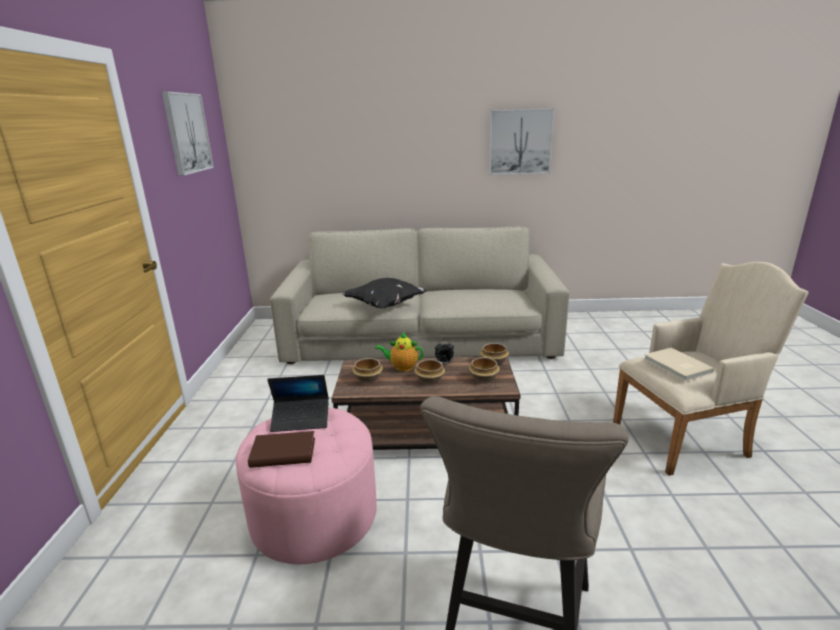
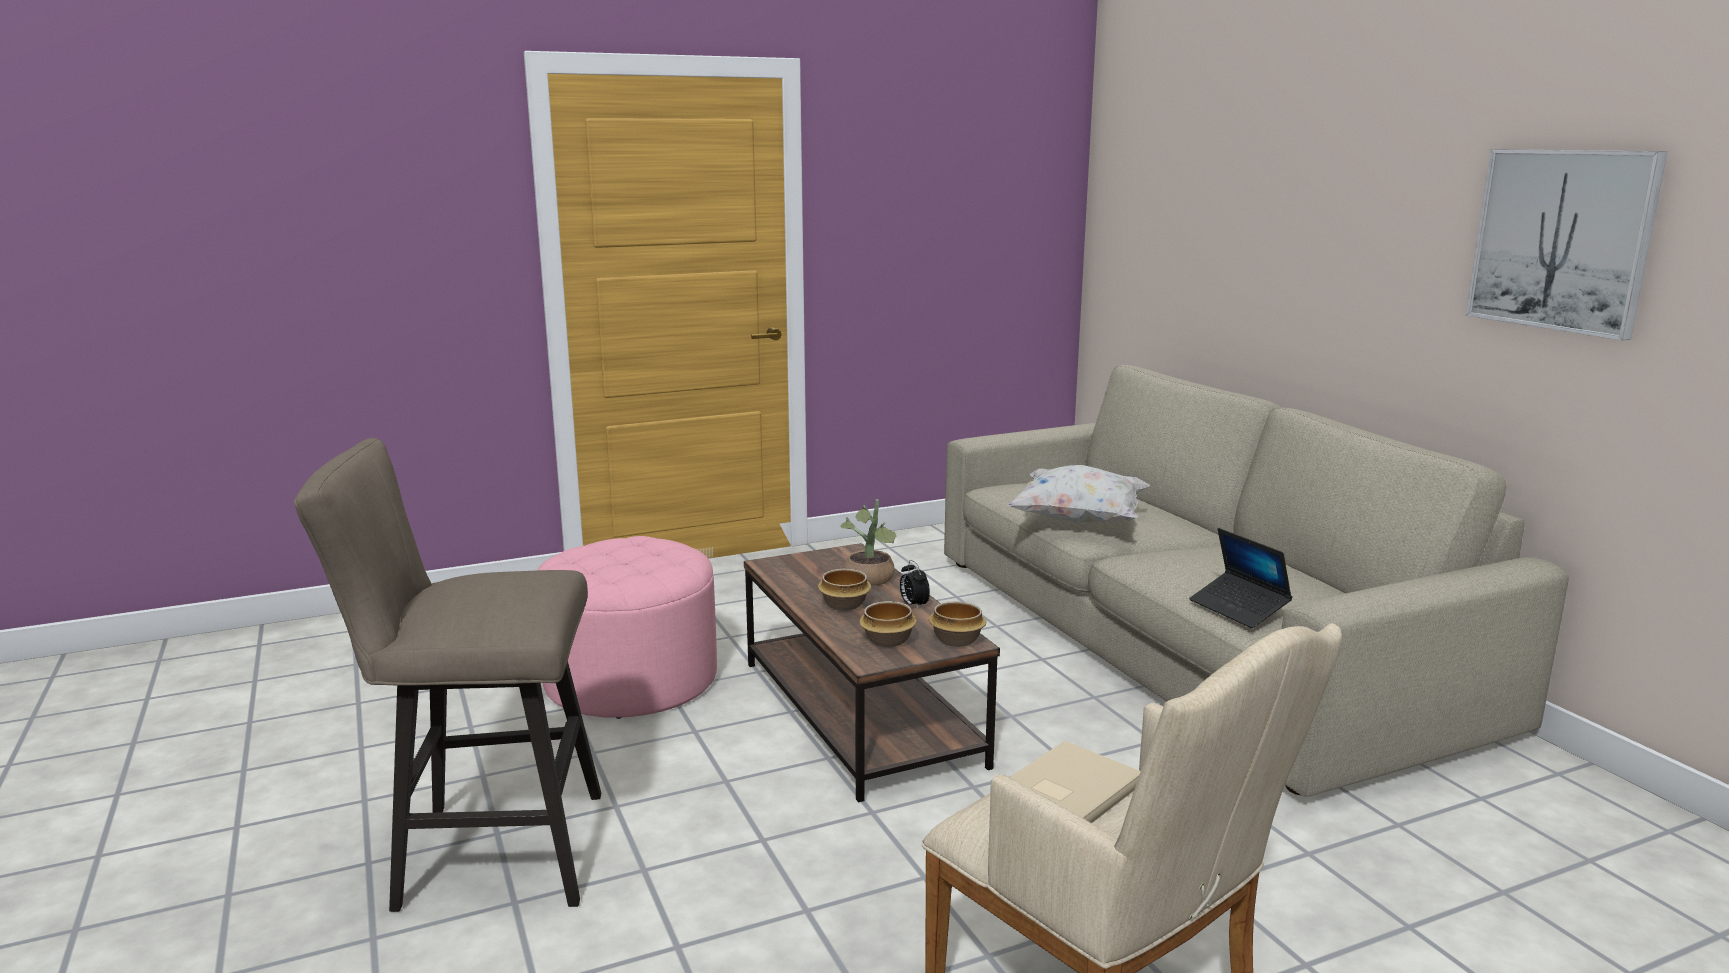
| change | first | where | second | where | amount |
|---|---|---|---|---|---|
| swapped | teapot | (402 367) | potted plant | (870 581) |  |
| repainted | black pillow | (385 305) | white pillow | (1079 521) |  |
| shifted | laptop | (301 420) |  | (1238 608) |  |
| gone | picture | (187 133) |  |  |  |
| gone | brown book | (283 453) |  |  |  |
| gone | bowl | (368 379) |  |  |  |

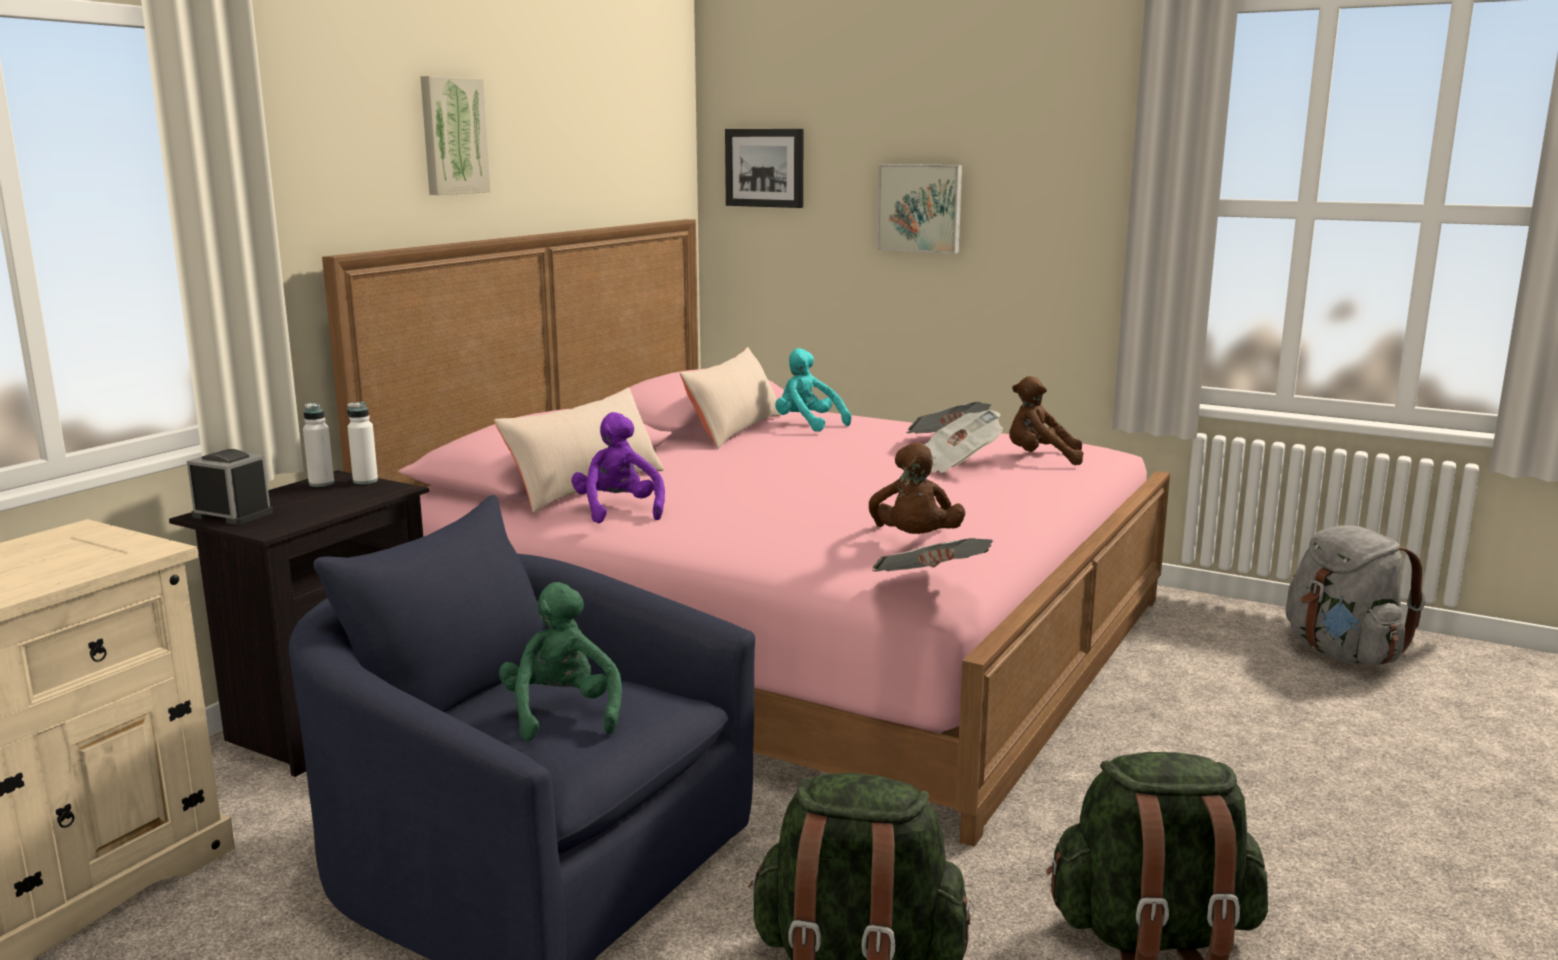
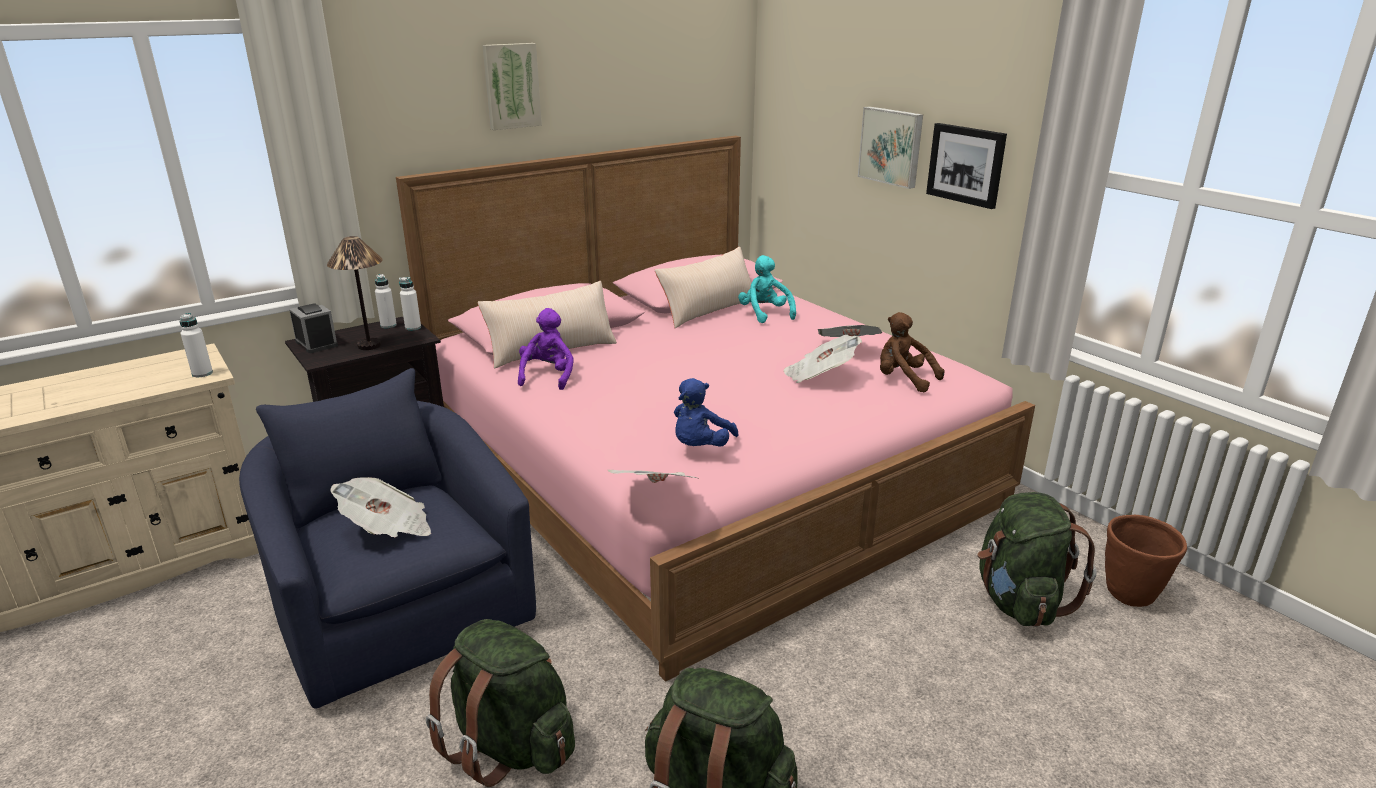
| change | first | where | second | where | amount |
|---|---|---|---|---|---|
| new |  |  | white bottle | (202 373) |  |
| new |  |  | table lamp | (370 346) |  |
| swapped | green plush toy | (562 713) | newspaper | (388 529) |  |
| repainted | brown plush toy | (914 541) | blue plush toy | (700 447) |  |
| shifted | picture | (765 168) |  | (966 164) |  |
| new |  |  | green backpack | (1019 601) |  |
| swapped | grey backpack | (1342 653) | brown planter | (1130 596) |  |

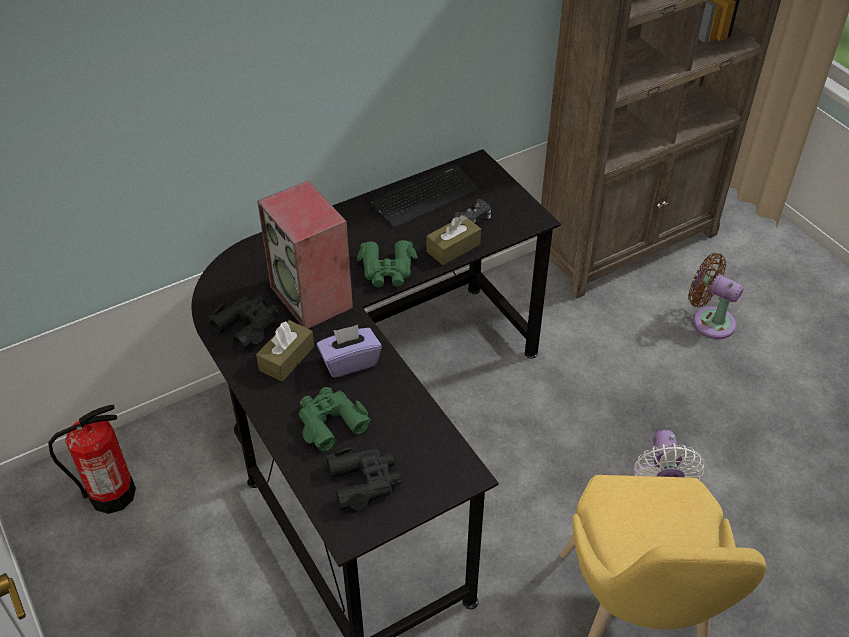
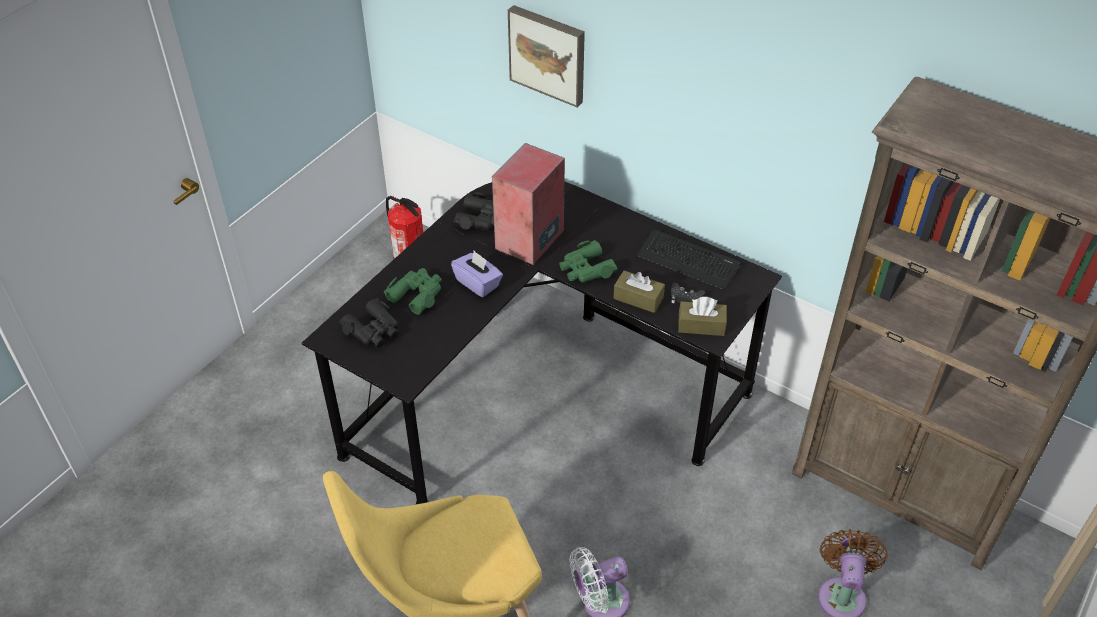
| change | first | where | second | where | amount |
|---|---|---|---|---|---|
| new |  |  | picture | (548 54) |  |
| shifted | brown tissue box | (286 358) |  | (701 325) |  |

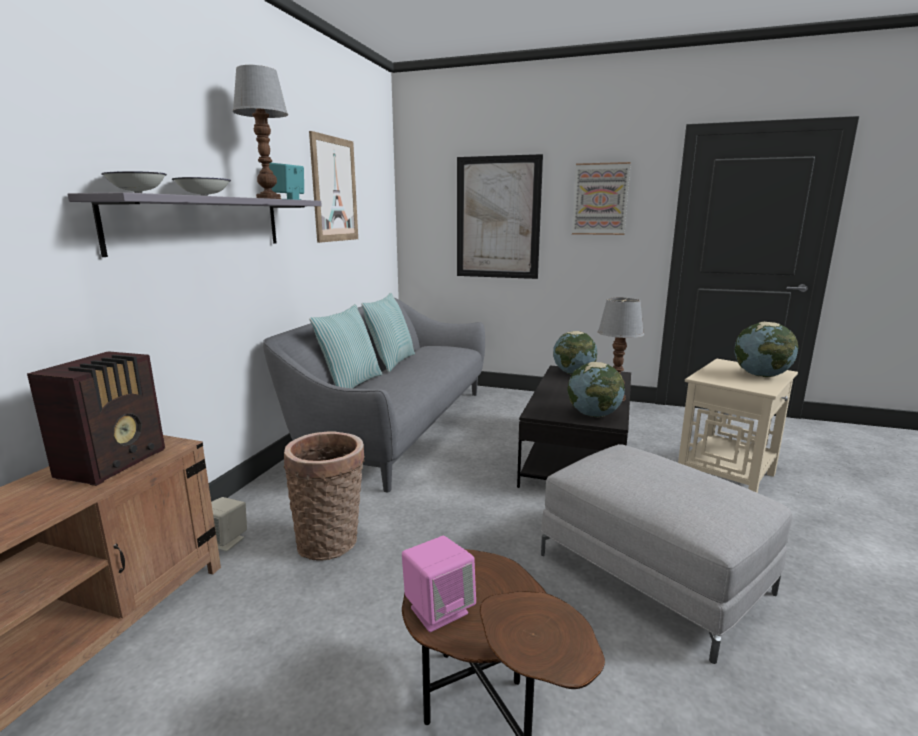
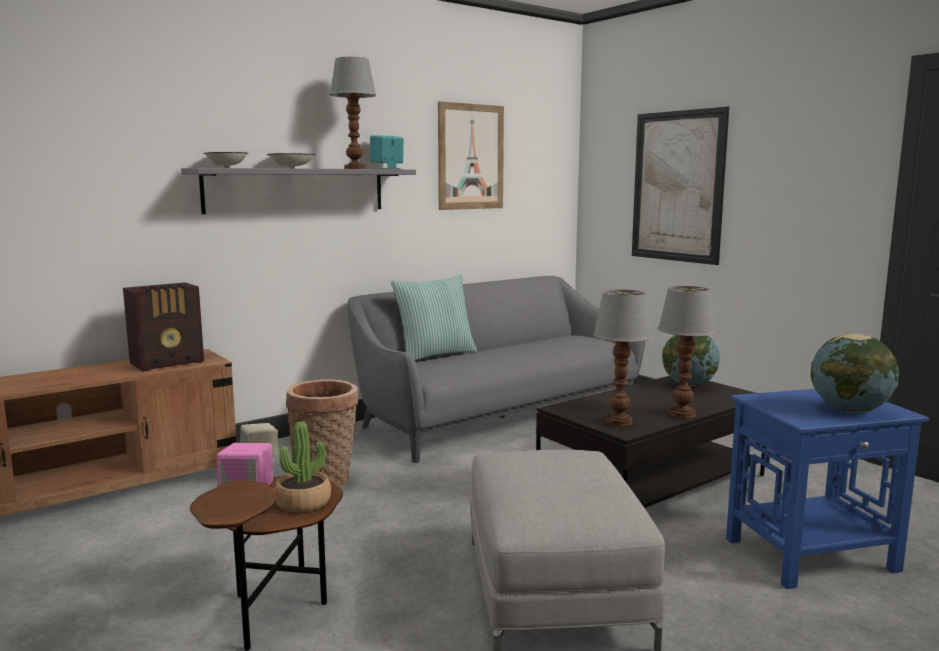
| change | first | where | second | where | amount |
|---|---|---|---|---|---|
| new |  |  | potted plant | (303 502) |  |
| swapped | globe | (594 415) | table lamp | (619 421) |  |
| repainted | beige side table | (726 478) | blue side table | (812 554) |  |
| gone | pillow | (391 362) |  |  |  |
| gone | picture | (600 199) |  |  |  |

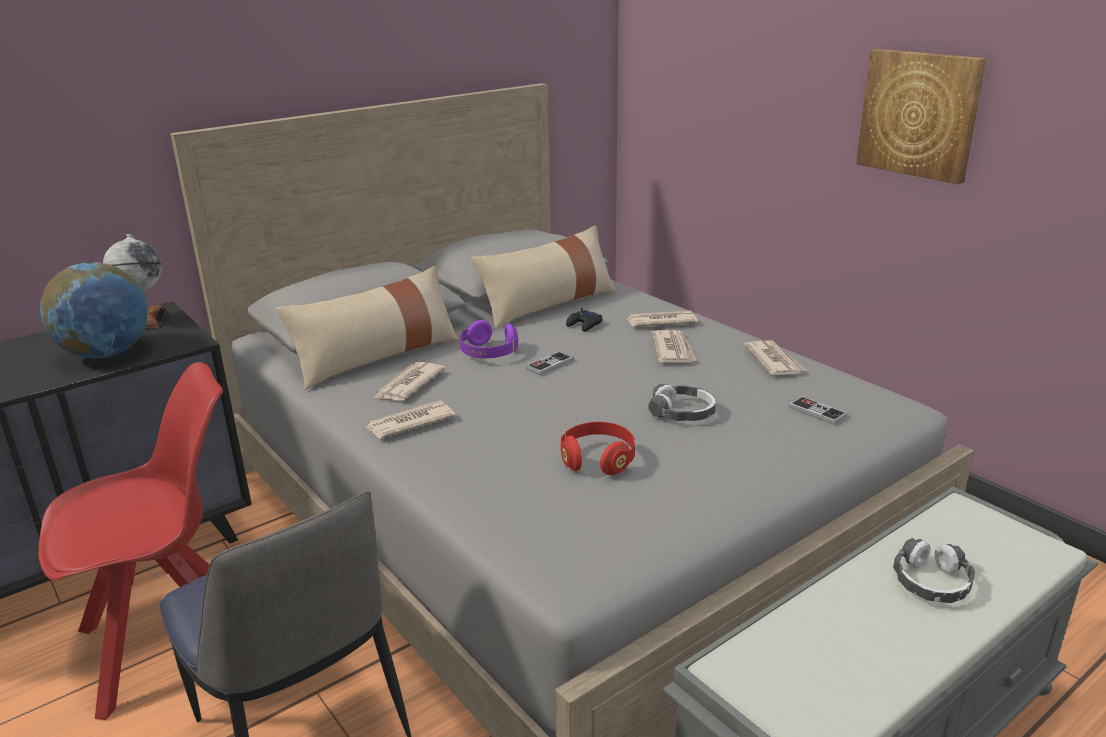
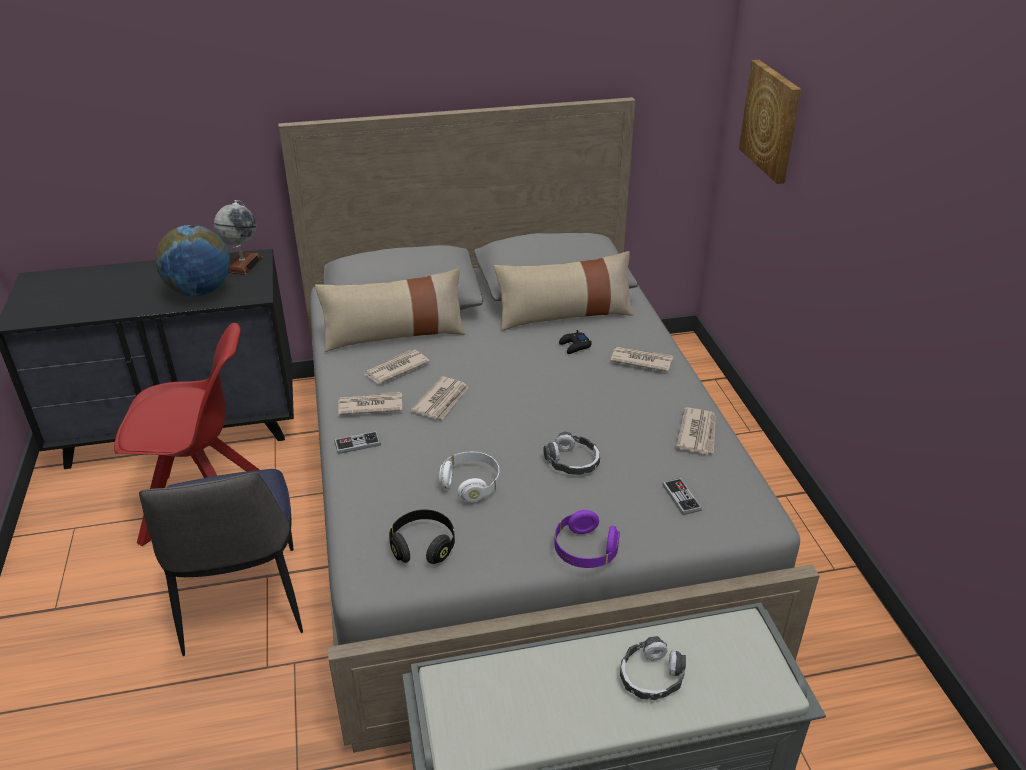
| change | first | where | second | where | amount |
|---|---|---|---|---|---|
| shifted | game controller | (550 365) |  | (357 444) |  |
| new |  |  | black headphones | (423 546) |  |
| shifted | newspaper | (673 350) |  | (442 401) |  |
| repainted | red headphones | (598 460) | white headphones | (471 484) |  |
| shifted | purple headphones | (489 353) |  | (585 551) |  |
| shifted | picture | (919 114) |  | (772 120) |  |

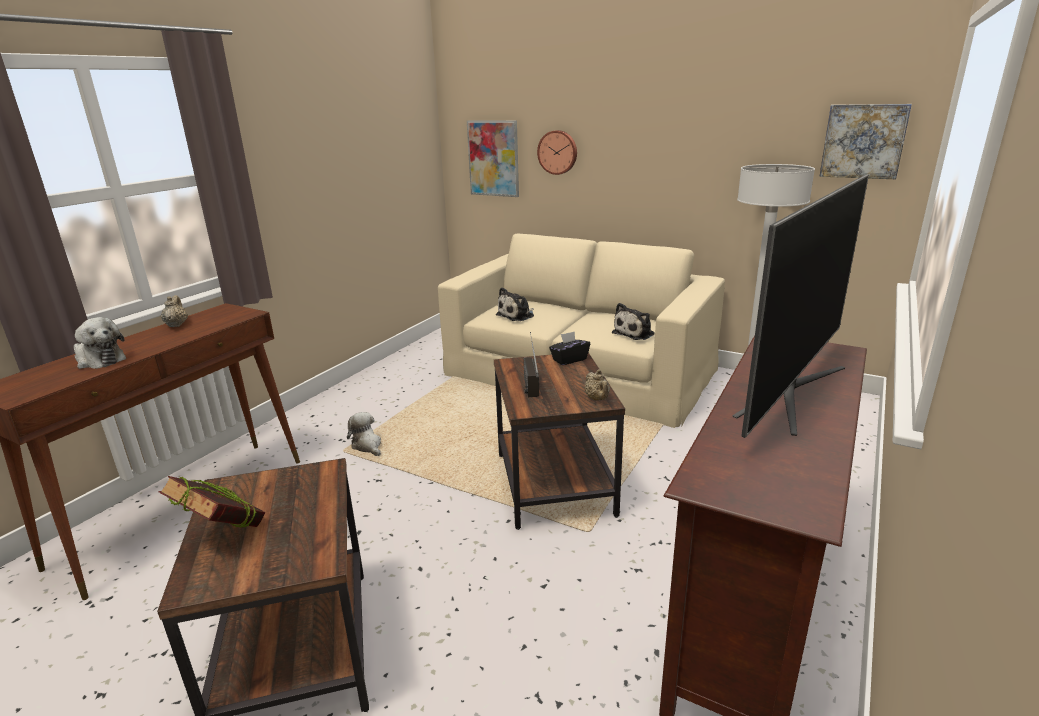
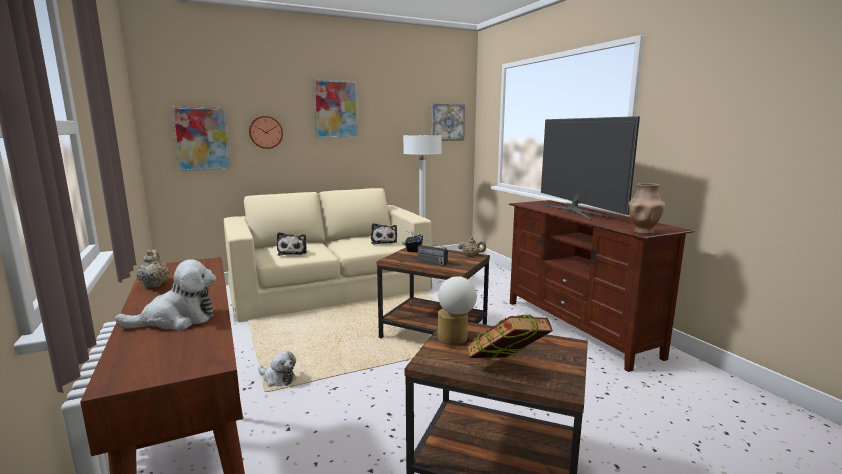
| change | first | where | second | where | amount |
|---|---|---|---|---|---|
| rotated | beige teapot | (177 325) |  | (155 285) | 45 degrees clockwise |
| rotated | plush toy | (367 446) |  | (278 379) | 150 degrees counterclockwise |
| new |  |  | picture | (336 109) |  |
| new |  |  | table lamp | (455 340) |  |
| new |  |  | brown vase | (643 232) |  |

